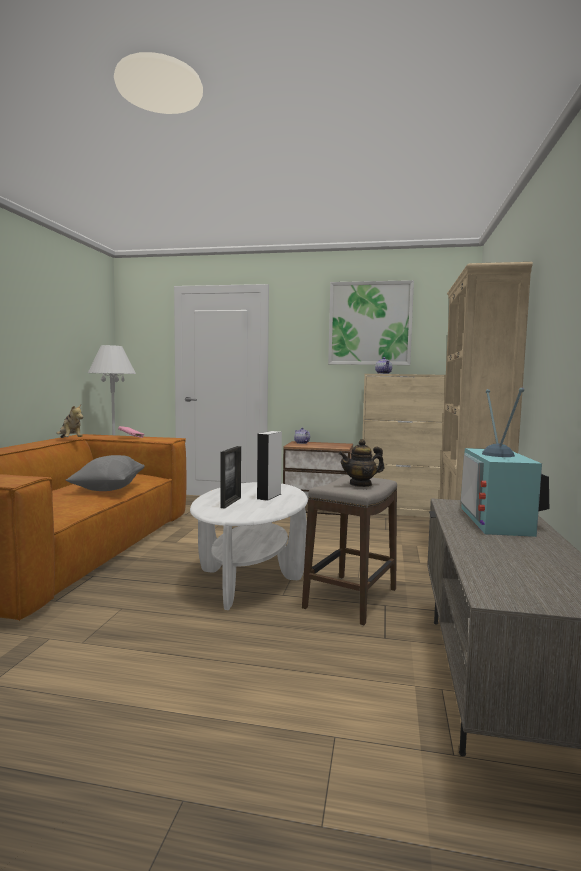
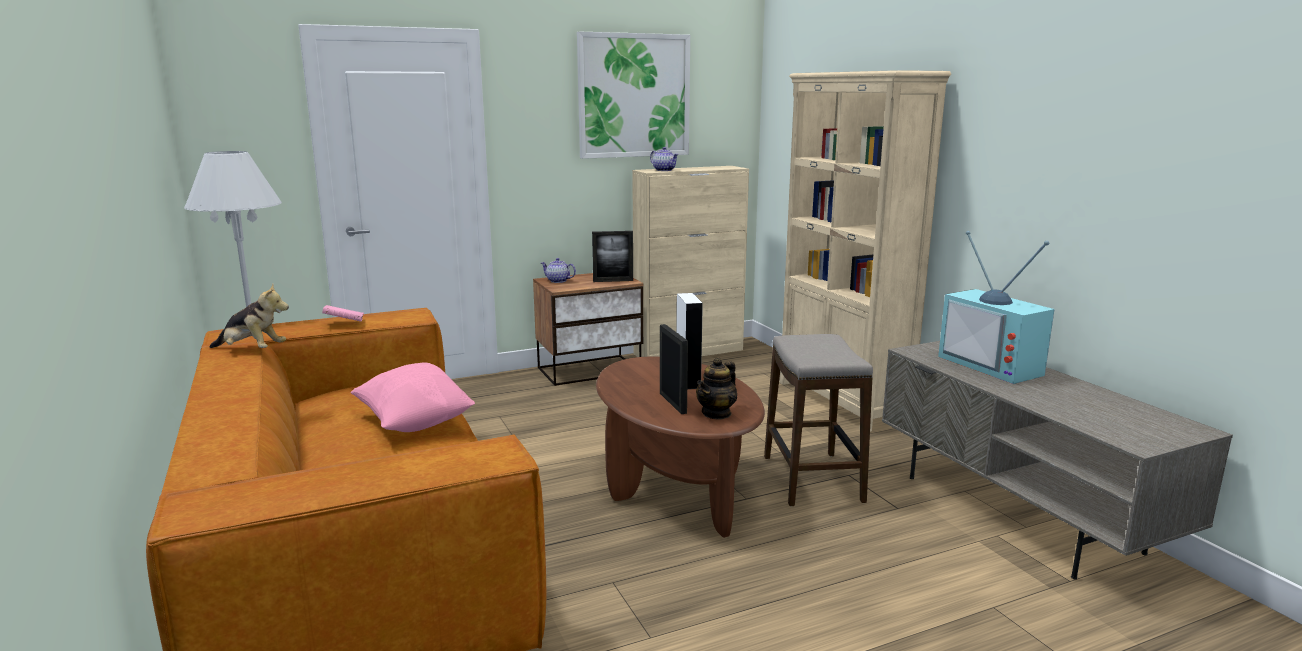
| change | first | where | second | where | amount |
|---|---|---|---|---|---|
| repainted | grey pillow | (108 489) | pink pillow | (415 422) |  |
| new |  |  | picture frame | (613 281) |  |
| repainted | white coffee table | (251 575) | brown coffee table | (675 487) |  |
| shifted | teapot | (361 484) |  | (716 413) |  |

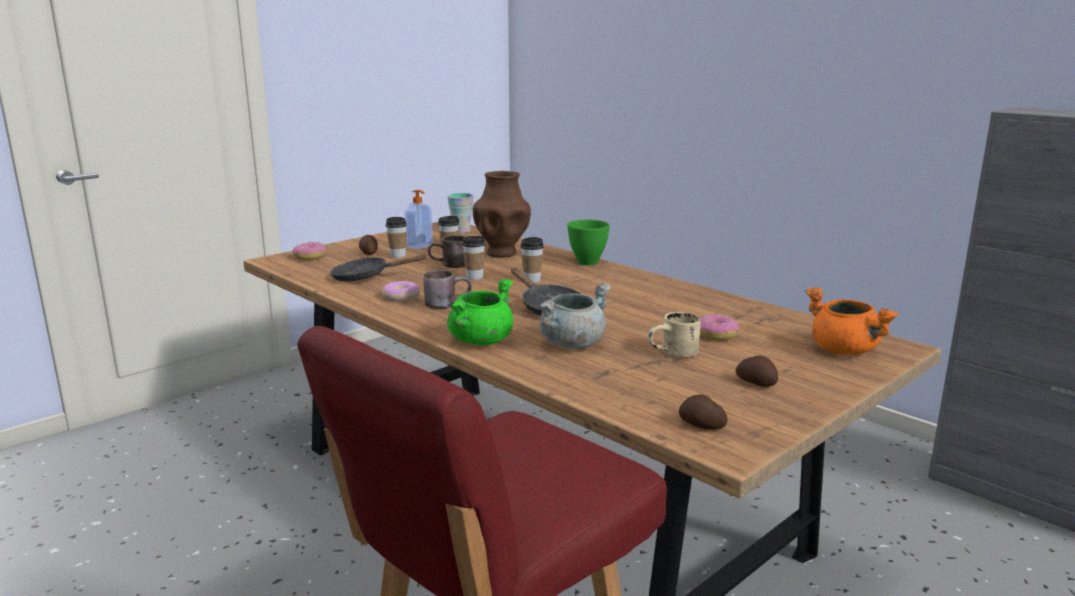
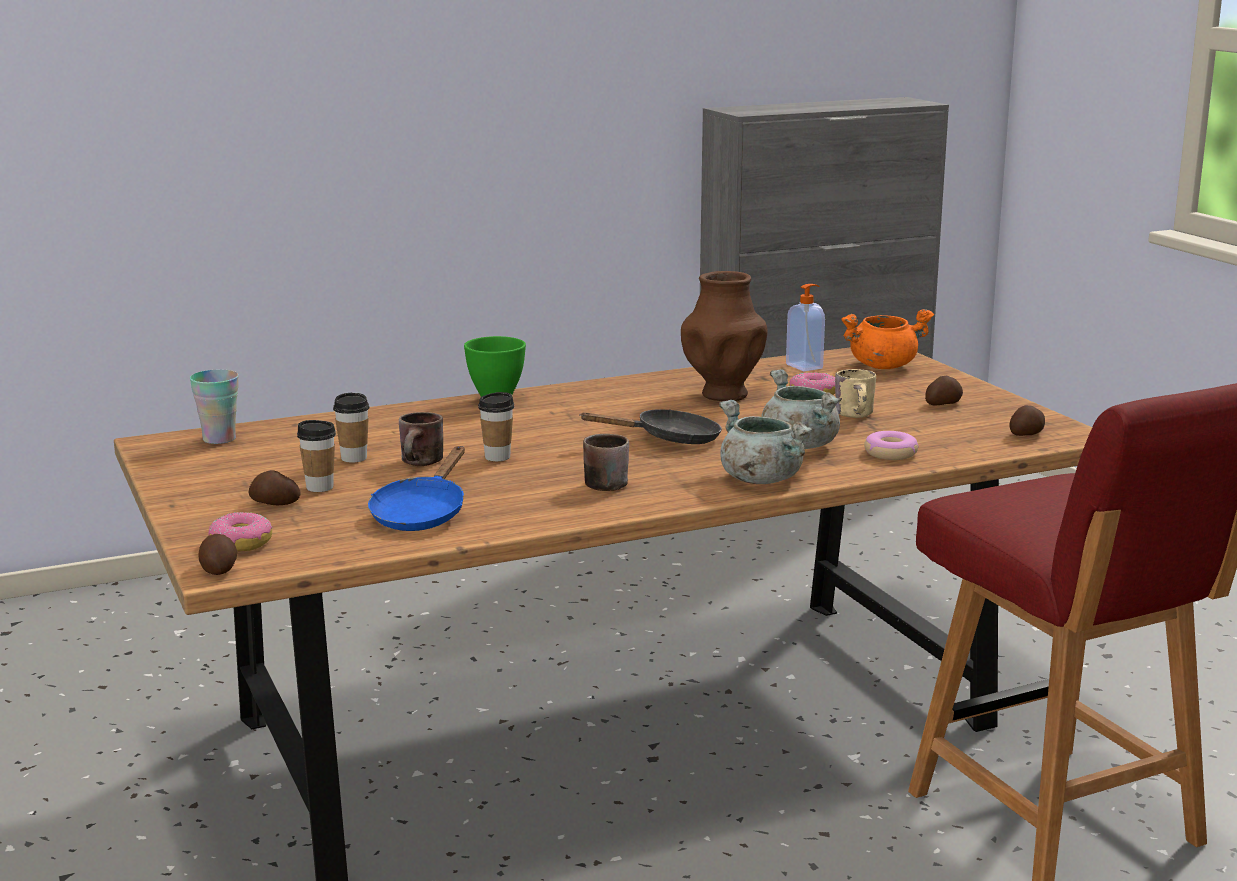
| change | first | where | second | where | amount |
|---|---|---|---|---|---|
| new |  |  | potato | (218 569) |  |
| repainted | black frying pan | (366 277) | blue frying pan | (421 513) |  |
| shifted | brown vase | (502 253) |  | (723 394) |  |
| repainted | green cooking pot | (480 340) | grey cooking pot | (760 479) |  |
| shifted | soap dispenser | (420 246) |  | (805 366) |  |
| shifted | donut | (401 297) |  | (891 453) |  |
| gone | cup | (532 280) |  |  |  |

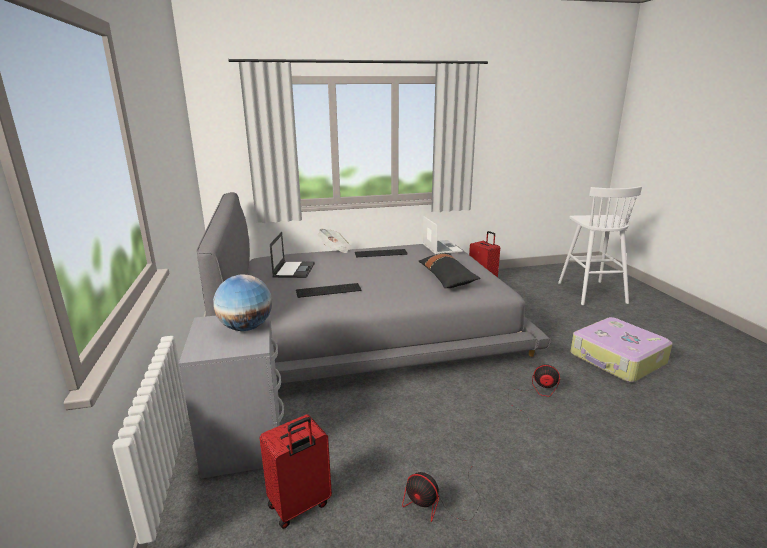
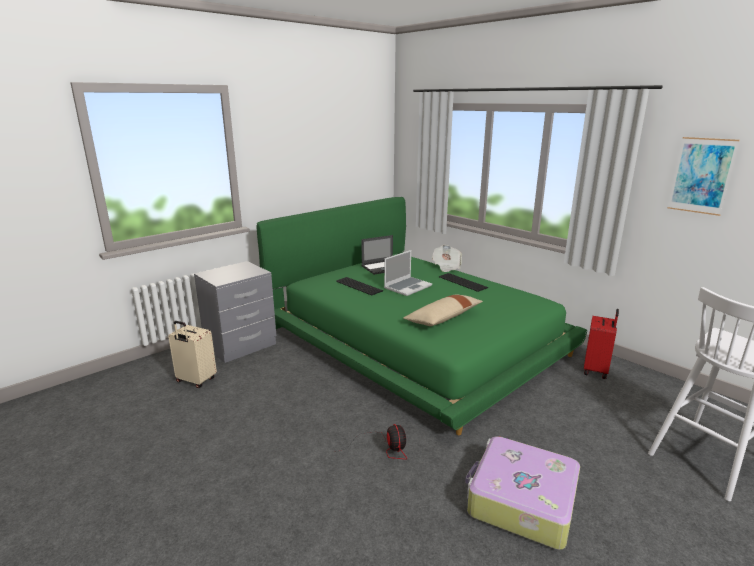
| change | first | where | second | where | amount |
|---|---|---|---|---|---|
| repainted | red suitcase | (300 506) | beige suitcase | (195 381) |  |
| repainted | grey bed | (367 326) | green bed | (414 339) |  |
| shifted | laptop | (440 248) |  | (407 287) |  |
| repainted | black pillow | (446 278) | beige pillow | (443 318) |  |
| new |  |  | picture | (701 175) |  |
| gone | globe | (246 328) |  |  |  |
| gone | fan | (438 504) |  |  |  |

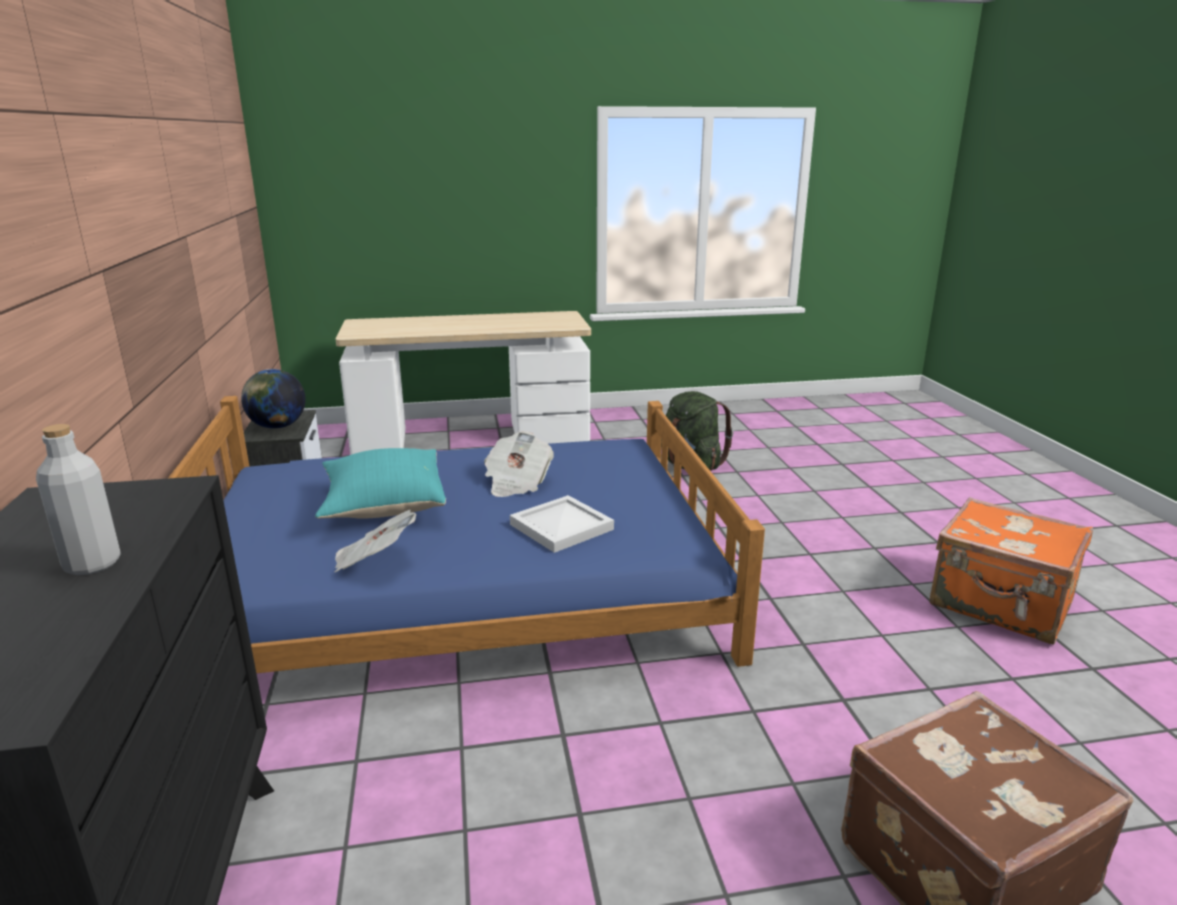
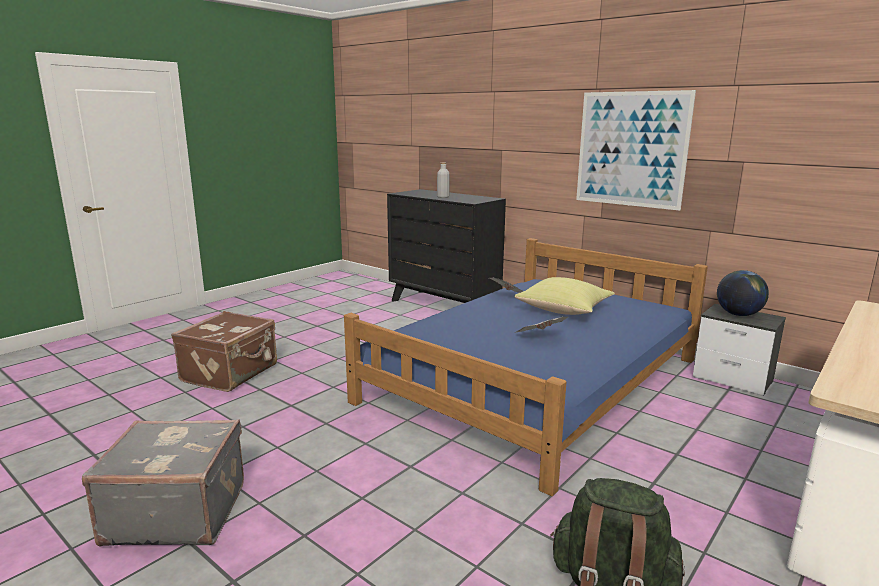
| change | first | where | second | where | amount |
|---|---|---|---|---|---|
| repainted | orange suitcase | (1001 605) | grey suitcase | (177 512) |  |
| repainted | turquoise pillow | (383 506) | yellow pillow | (565 310) |  |
| new |  |  | picture | (631 149) |  |
| gone | white tray | (561 526) |  |  |  |

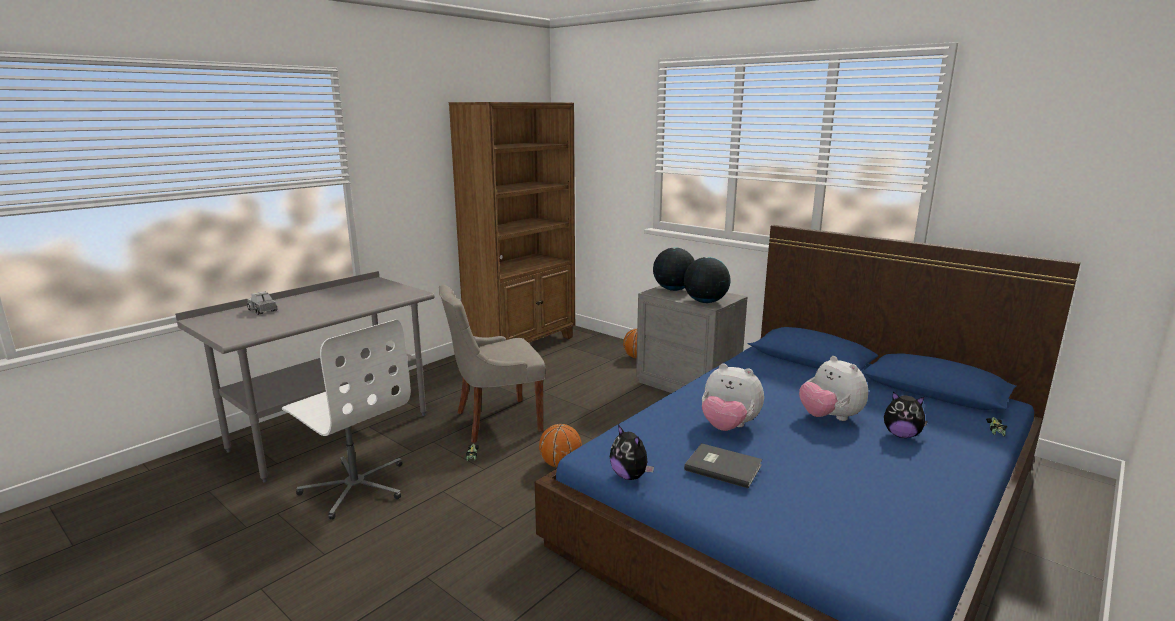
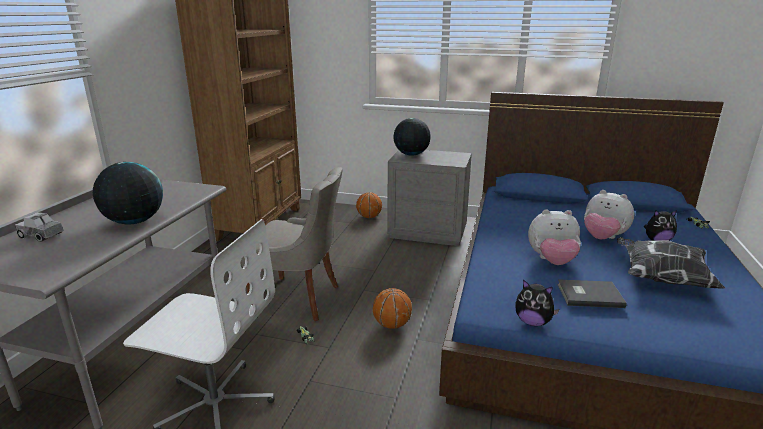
| change | first | where | second | where | amount |
|---|---|---|---|---|---|
| shifted | globe | (705 302) |  | (134 221) |  |
| rotated | grey chair | (496 421) |  | (299 299) | 120 degrees counterclockwise |
| new |  |  | pillow | (661 278) |  |

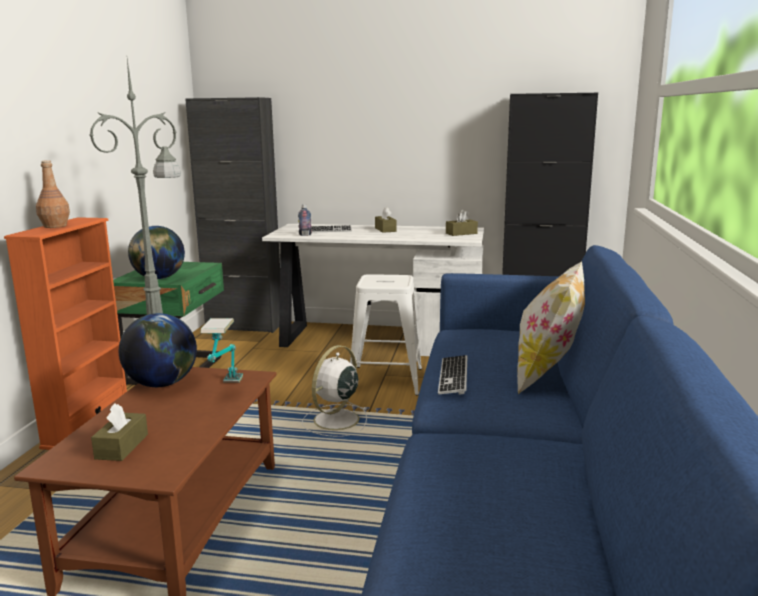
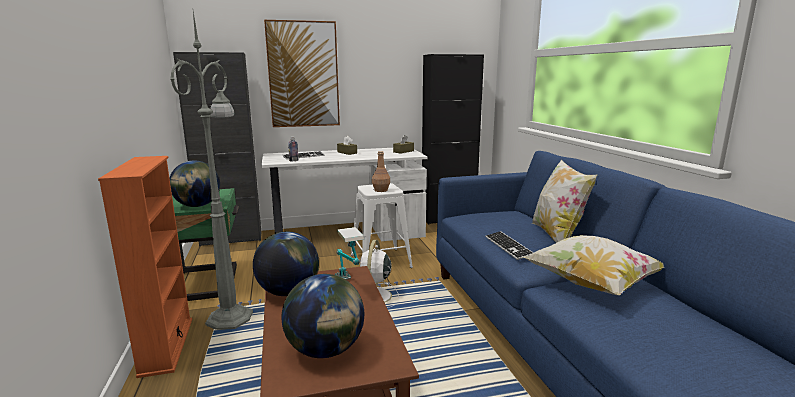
| change | first | where | second | where | amount |
|---|---|---|---|---|---|
| new |  |  | picture | (303 75) |  |
| swapped | brown tissue box | (122 446) | globe | (326 350) |  |
| shifted | brown bottle | (55 226) |  | (380 190) |  |
| new |  |  | pillow | (591 285) |  |

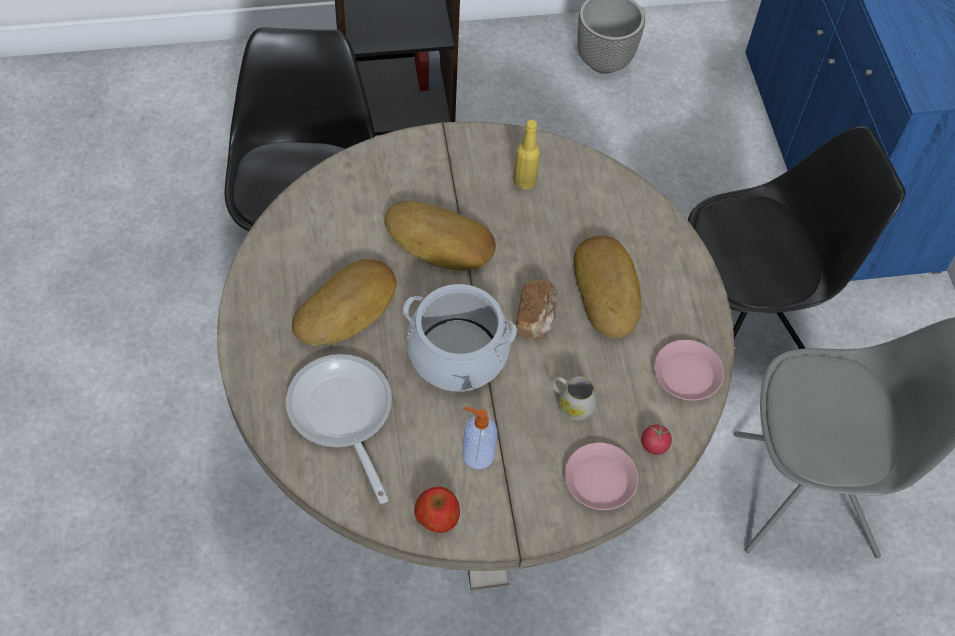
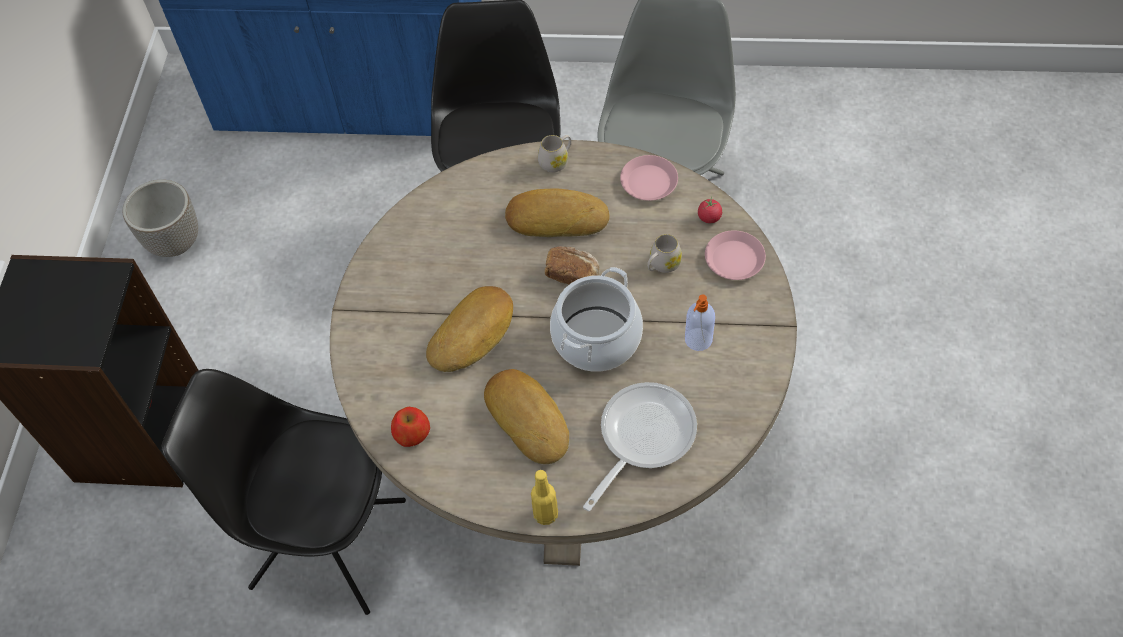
| change | first | where | second | where | amount |
|---|---|---|---|---|---|
| shifted | apple | (437 516) |  | (412 434) |  |
| shifted | yellow bottle | (525 181) |  | (545 514) |  |
| new |  |  | white mug | (556 161) |  |
| rotated | frying pan | (342 416) |  | (642 437) | 135 degrees clockwise |

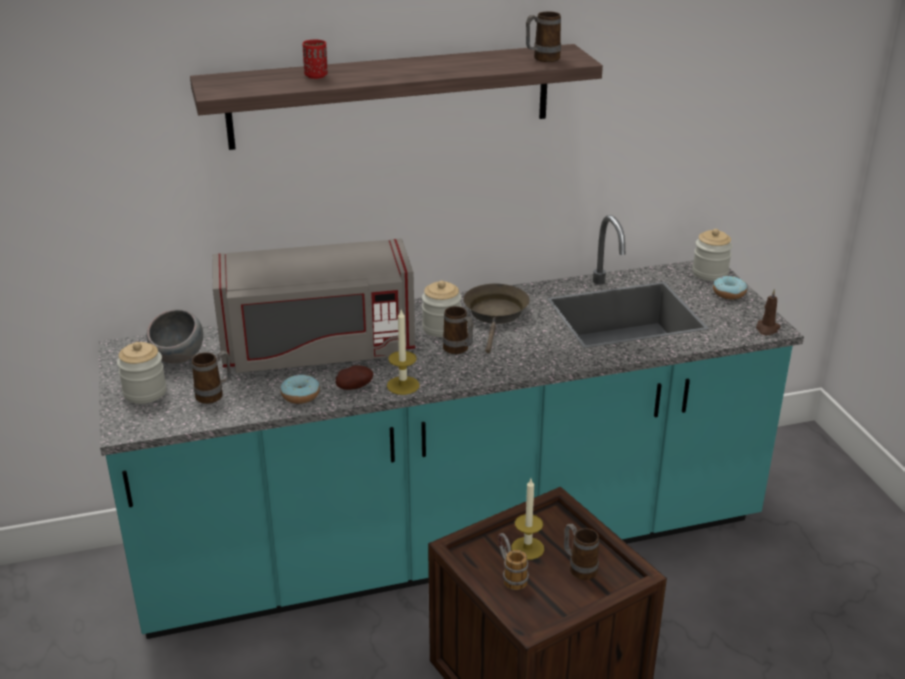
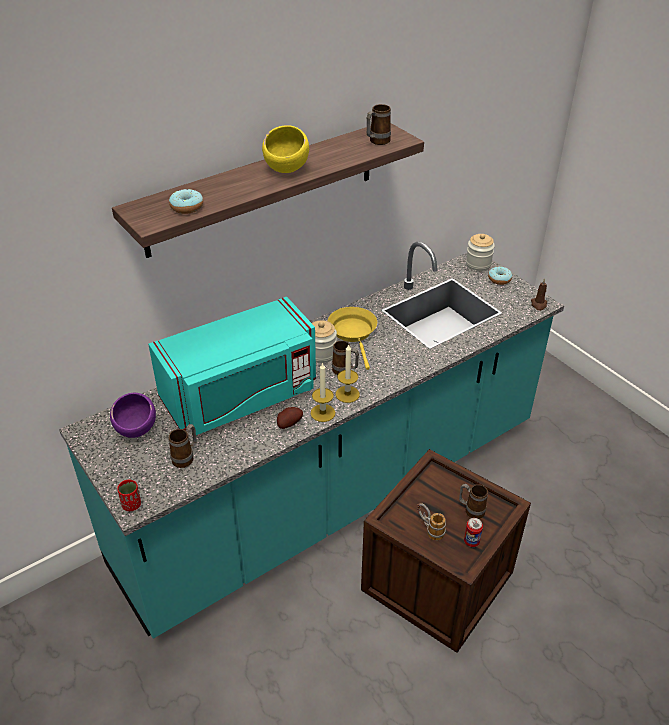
| change | first | where | second | where | amount |
|---|---|---|---|---|---|
| repainted | grey bowl | (179 358) | purple bowl | (136 429) |  |
| shifted | red cup | (316 76) |  | (131 505) |  |
| repainted | grey microwave | (317 349) | turquoise microwave | (241 395) |  |
| shifted | donut | (300 395) |  | (187 207) |  |
| new |  |  | yellow bowl | (287 169) |  |
| repainted | brown frying pan | (496 315) | yellow frying pan | (354 333) |  |
| shifted | candle | (527 548) |  | (347 394) |  |
| new |  |  | can | (471 541) |  |
| gone | jar | (145 392) |  |  |  |

